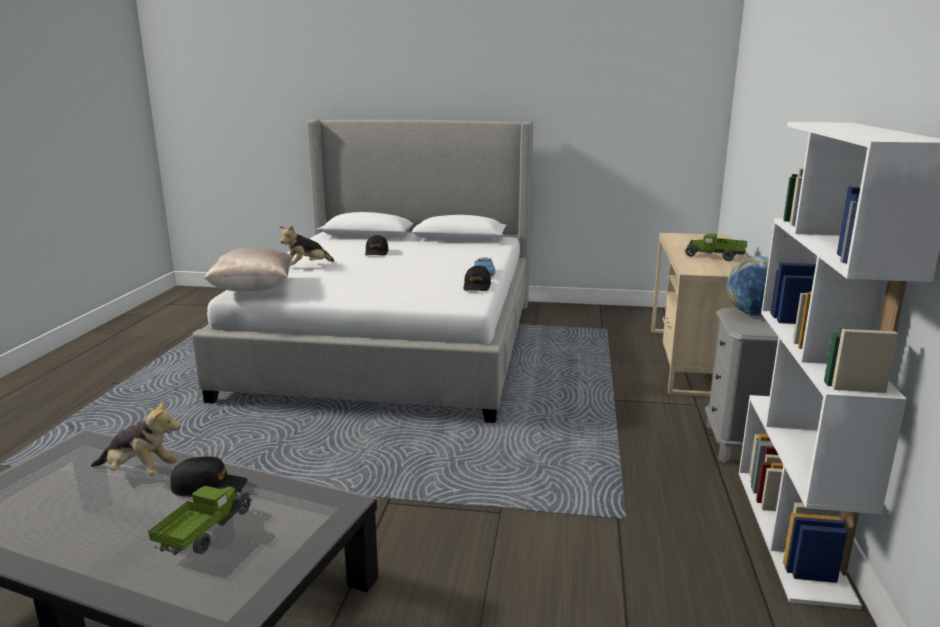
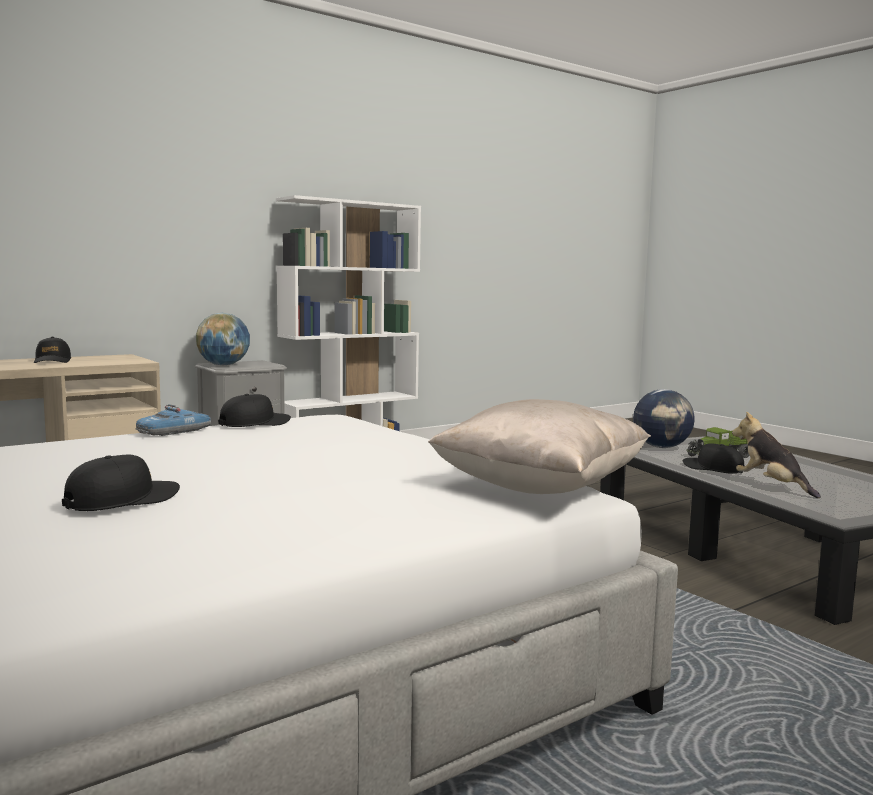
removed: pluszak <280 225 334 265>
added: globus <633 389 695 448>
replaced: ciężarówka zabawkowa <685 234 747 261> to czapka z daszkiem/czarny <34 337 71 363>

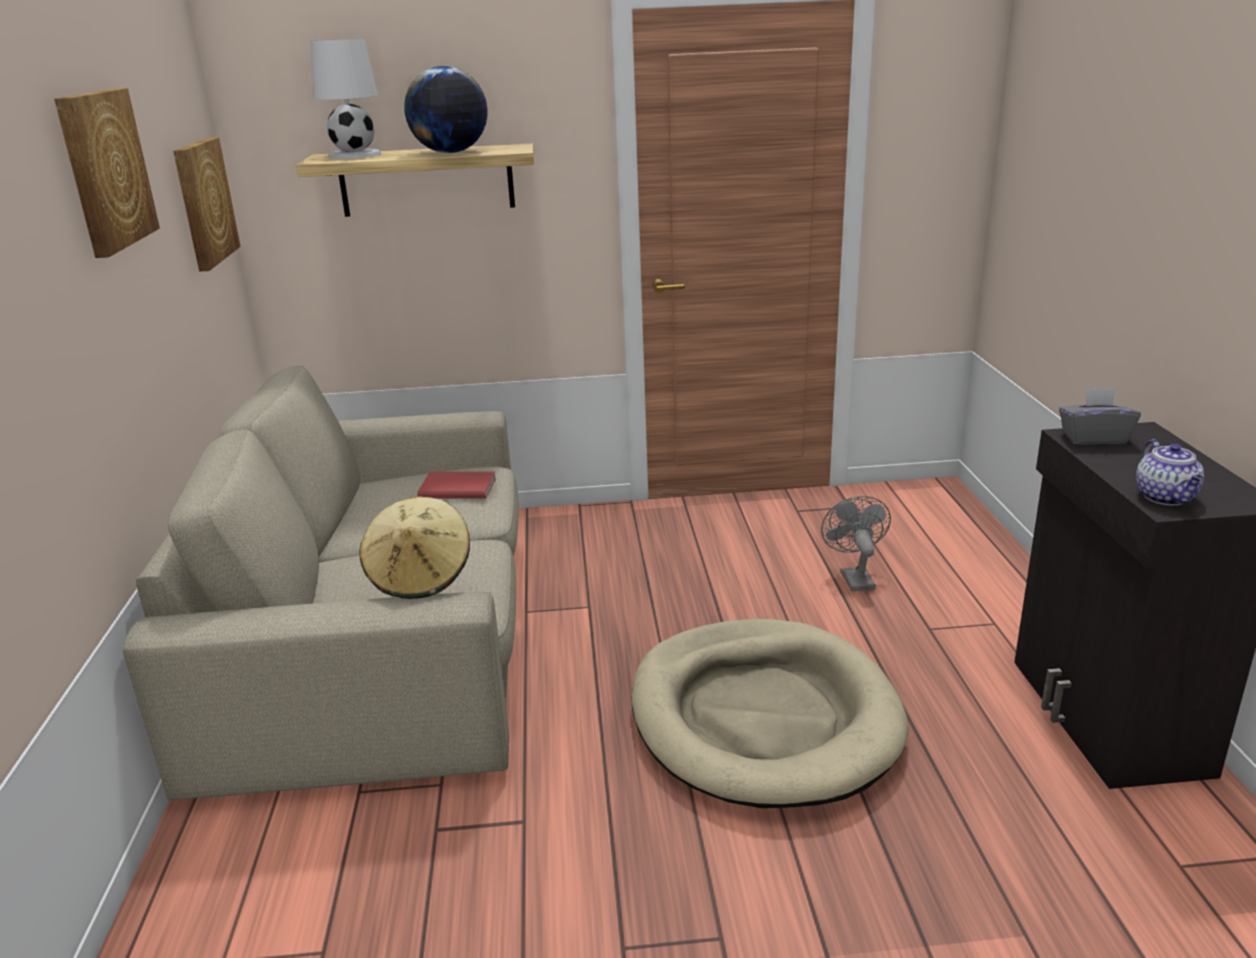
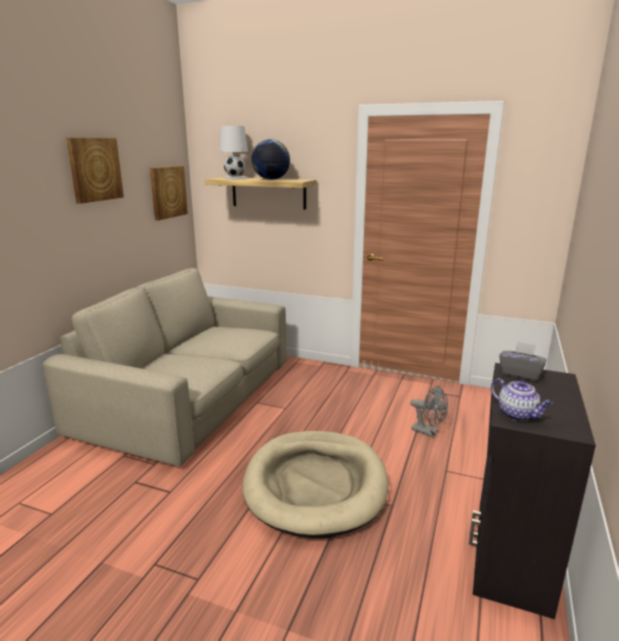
removed: książka/czerwony <417 472 496 499>; kapelusz/beżowy <359 496 470 599>
turned: imbryk <1136 439 1204 505> = <491 378 553 421> 60 degrees counterclockwise; wentylator/szary <821 496 891 591> = <411 386 448 437> 105 degrees clockwise

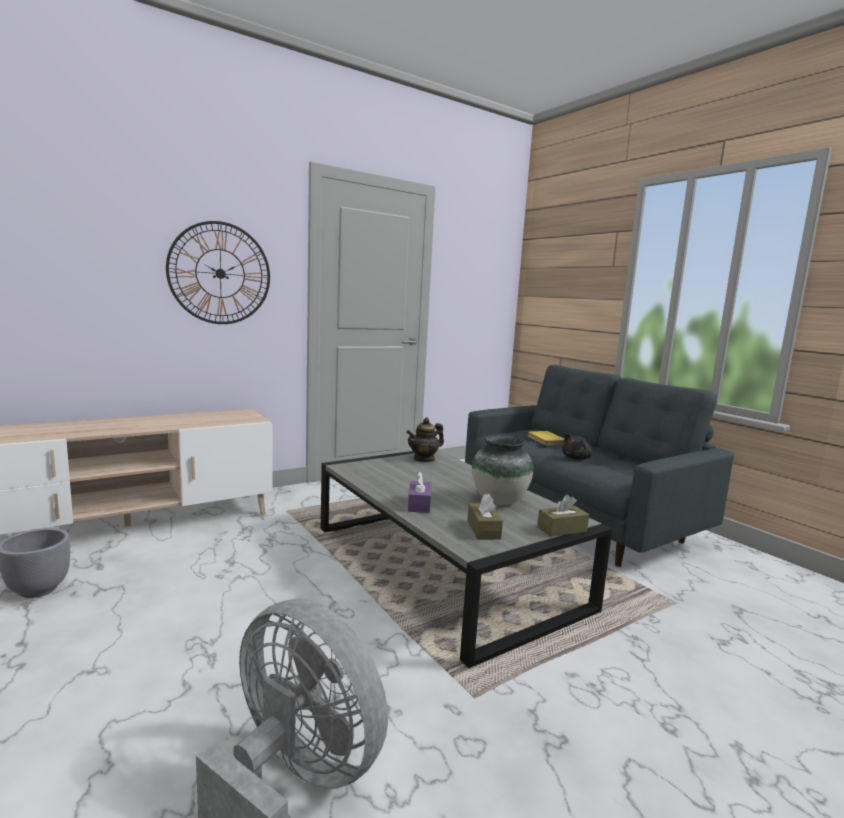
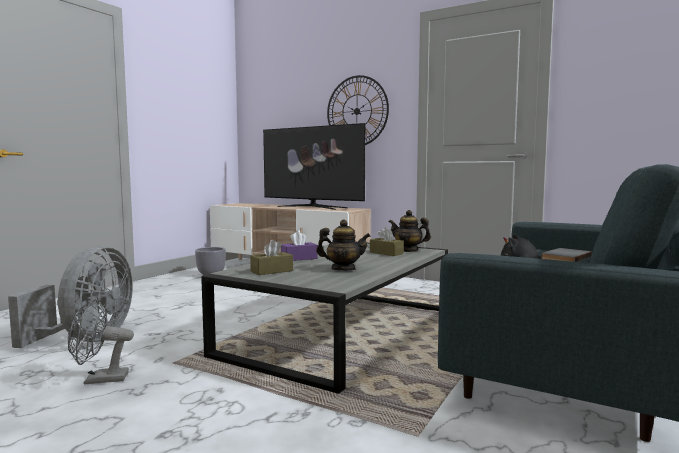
added: telewizor <263 123 365 210>; wentylator/szary <68 299 134 384>
moved: pudełko chusteczek/brązowy <537 495 589 537> to <370 227 404 256>
replaced: wazon <472 435 533 505> to imbryk <316 220 370 271>
recoloured: książka/żółty <528 431 564 445> to książka/szary <542 248 592 262>

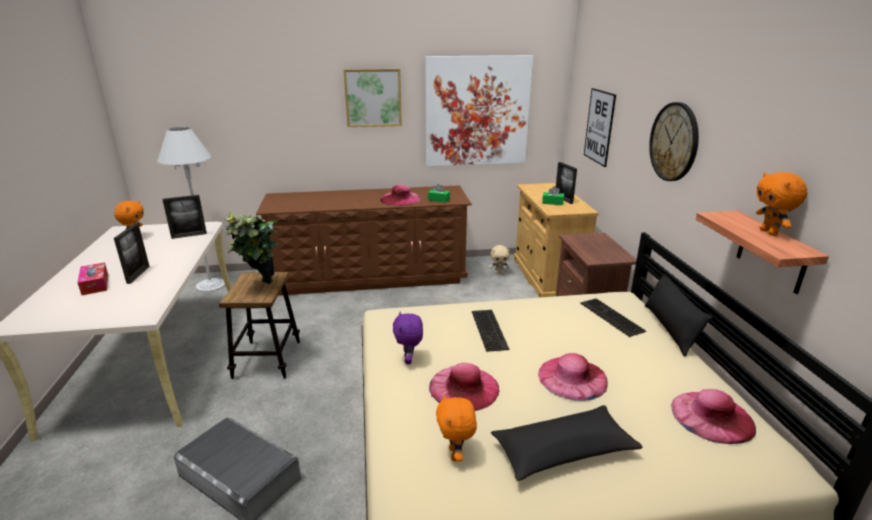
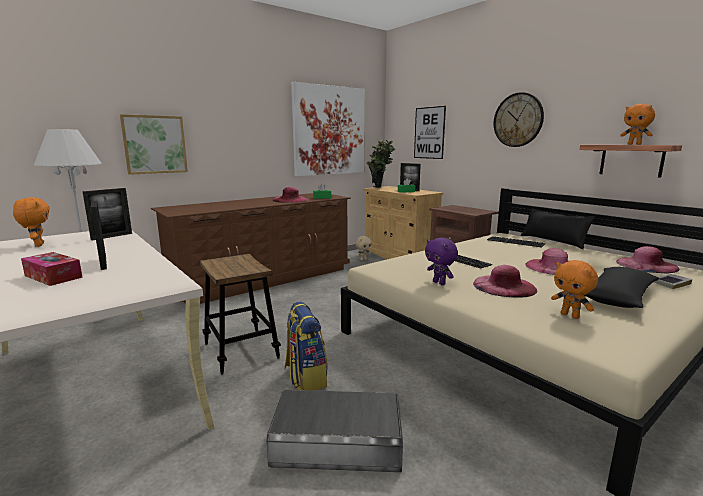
added: książka <654 274 693 289>; plecak <285 302 328 391>
moved: obraz <344 69 402 127> to <120 114 188 175>; roślina doniczkowa <222 211 278 284> to <366 139 395 188>

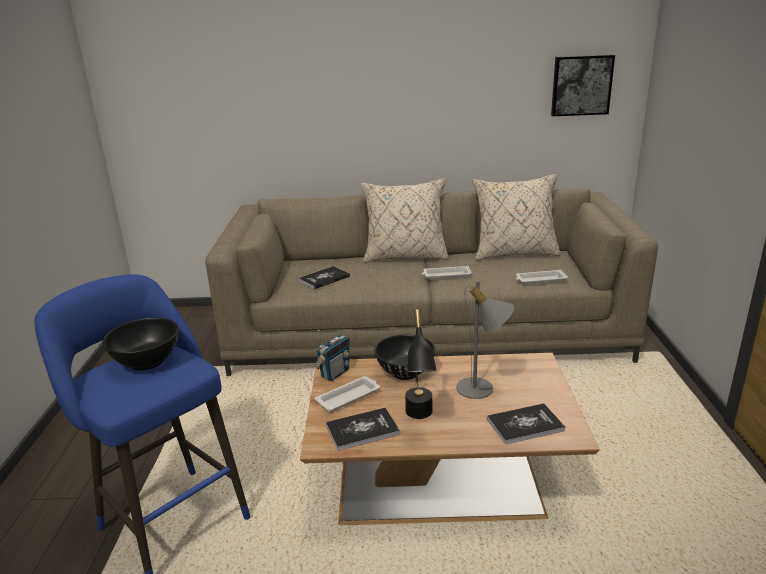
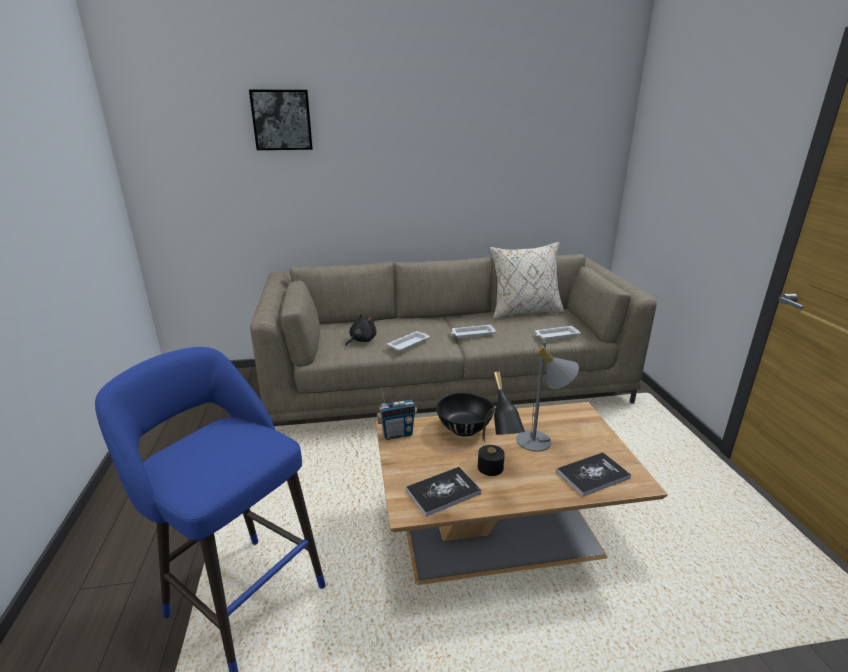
removed: poduszka/beżowy <361 178 449 263>; miska/czarny <102 318 179 371>
moved: obraz <551 55 615 116> to <249 90 313 150>; taca/biały <314 376 380 411> to <387 331 430 351>
replaced: książka <298 266 350 289> to pluszak/czarny <345 314 376 346>
turned: radio <315 330 350 381> = <377 388 417 440> 45 degrees clockwise

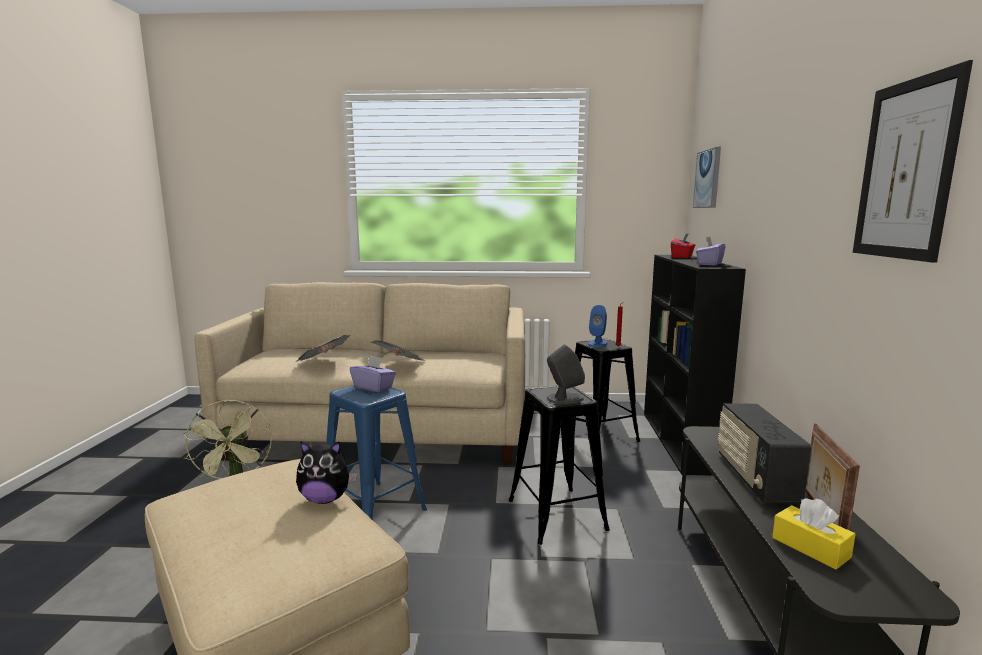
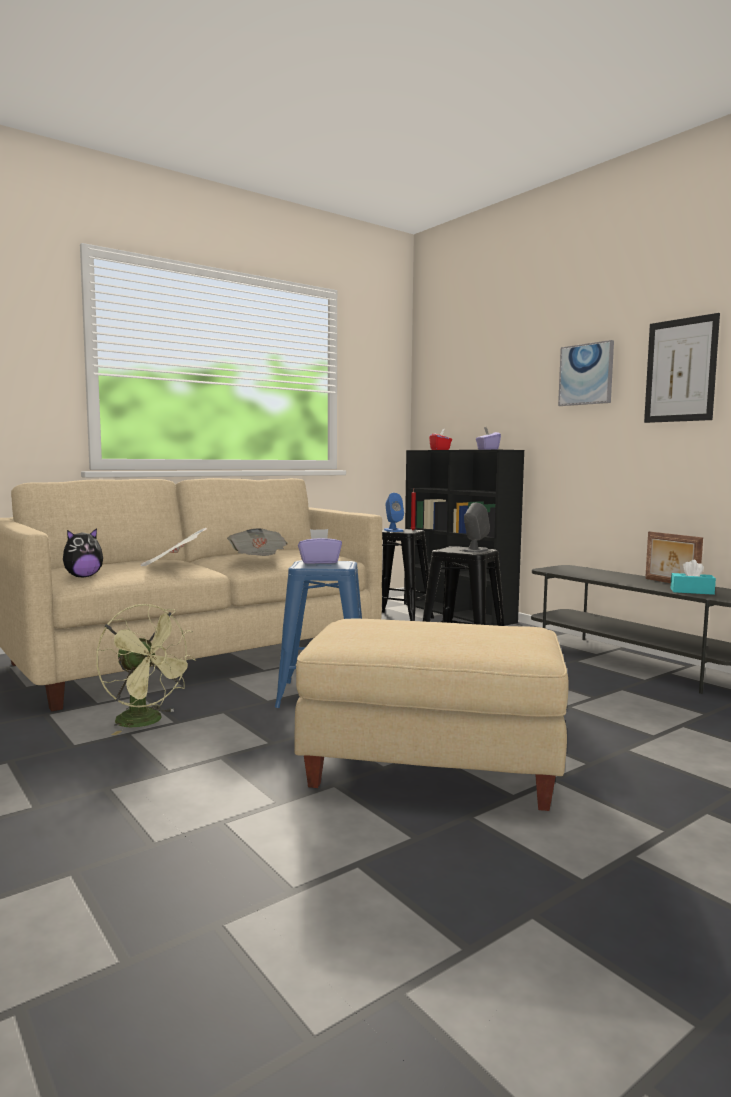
removed: radio <718 403 812 503>
moved: obraz <693 147 721 208> to <558 340 614 406>; pluszak <296 441 357 504> to <63 528 103 577>
recoloured: pudełko chusteczek/żółty <772 498 856 570> to pudełko chusteczek/turkusowy <671 560 716 595>

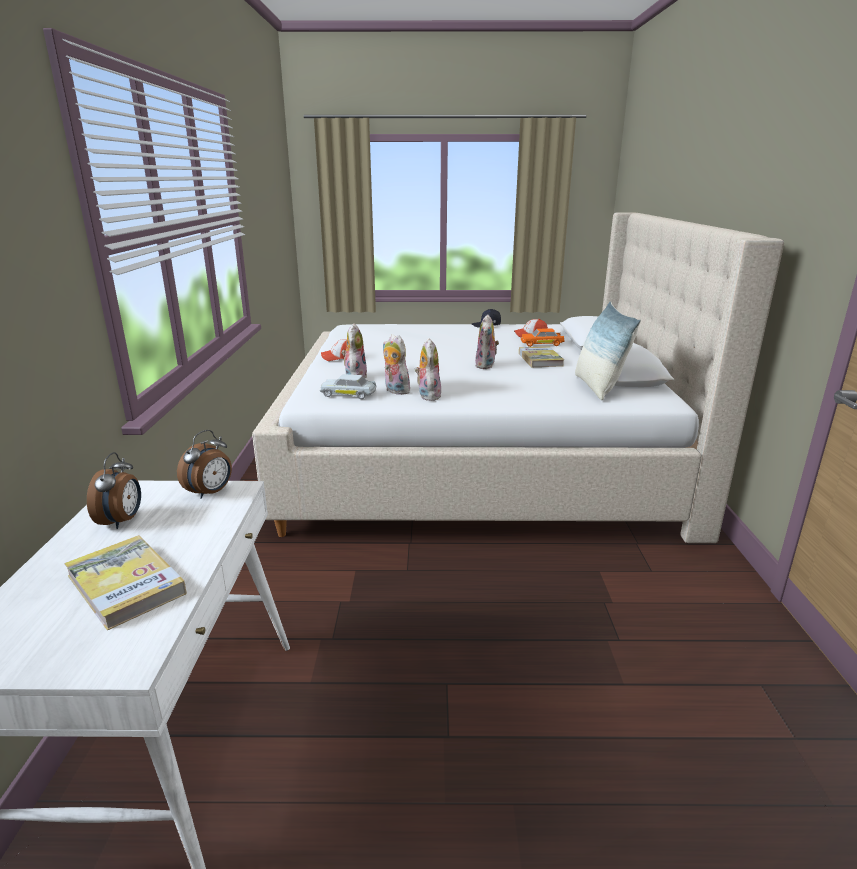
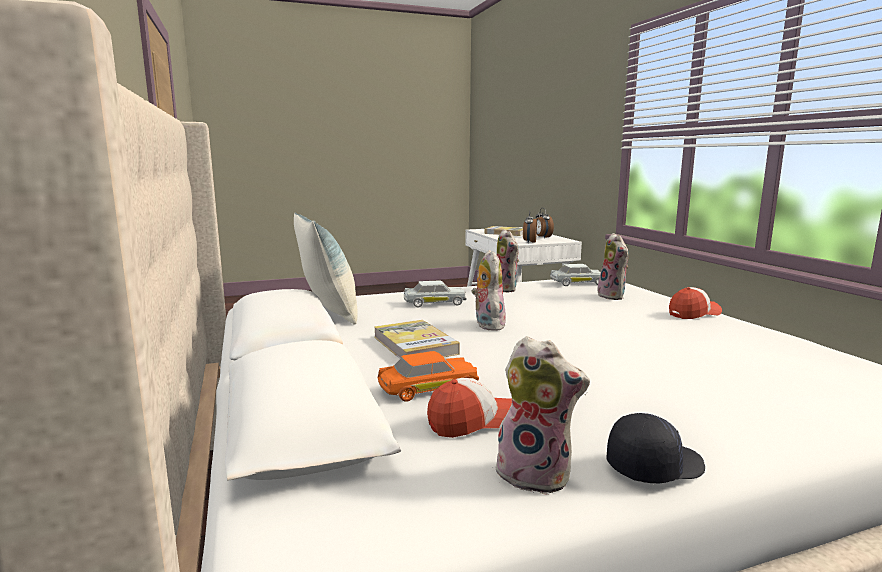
added: samochodzik/biały <404 280 467 307>
moved: pluszak <383 334 412 395> to <496 336 590 495>

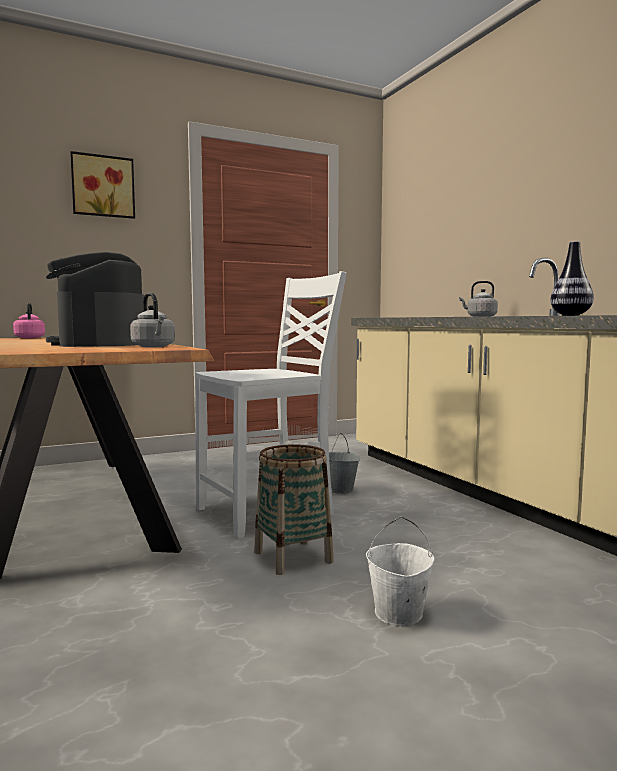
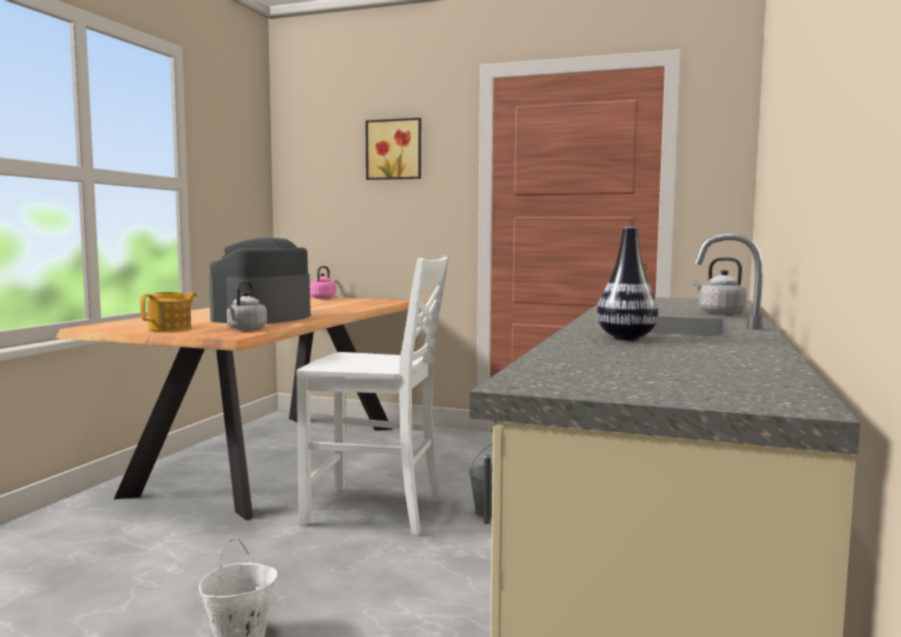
removed: koszyk <254 444 334 575>
added: imbryk <140 292 197 332>

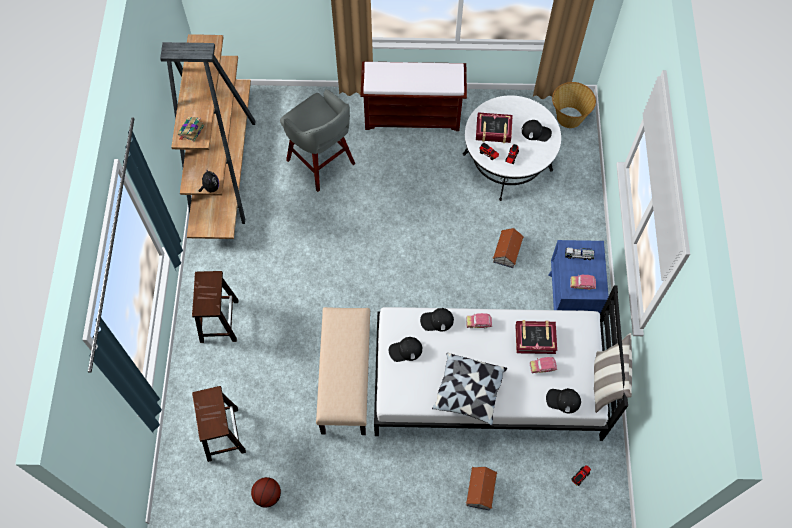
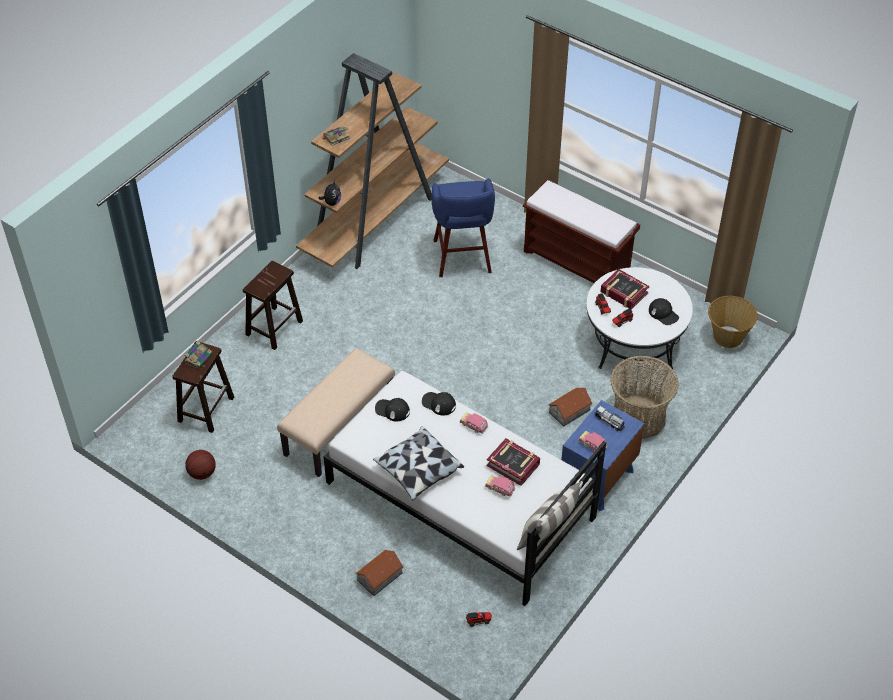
removed: czapka z daszkiem/czarny <546 388 581 413>
added: książka <185 341 213 369>; koszyk <611 356 679 439>
recoloured: stołek/szary <280 89 355 192> to stołek/niebieski <431 178 495 277>

